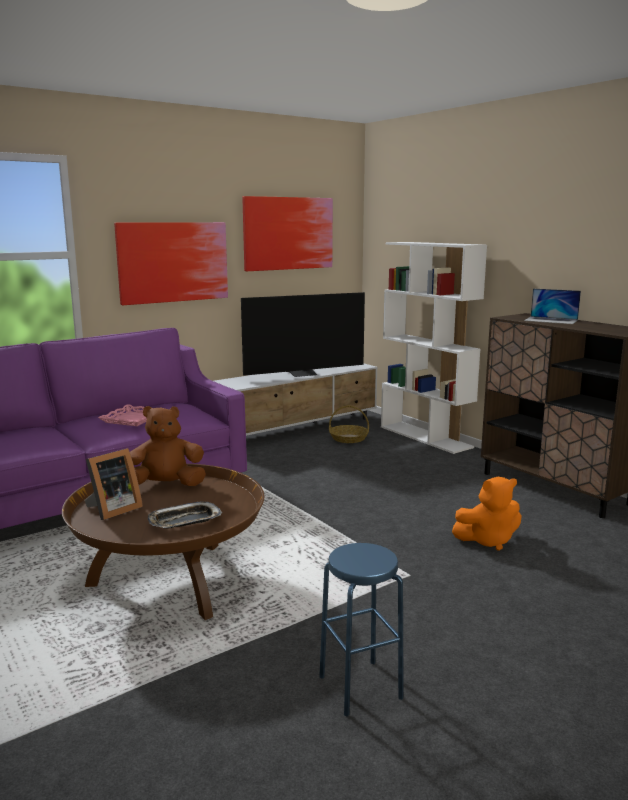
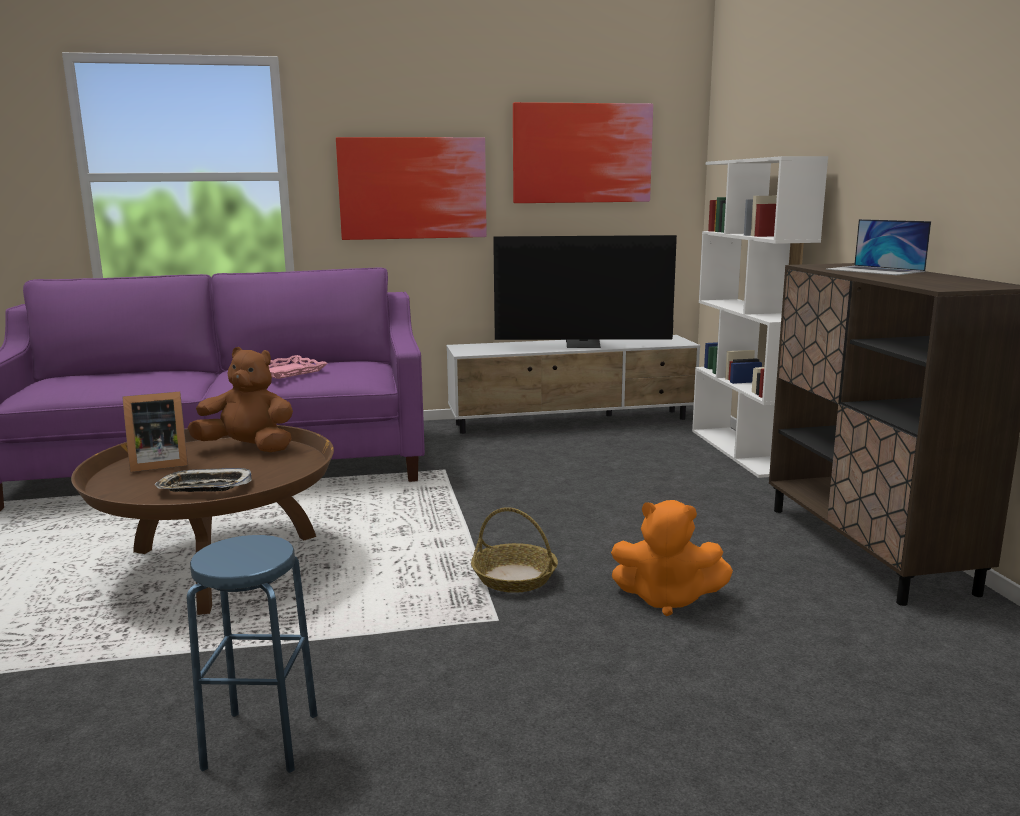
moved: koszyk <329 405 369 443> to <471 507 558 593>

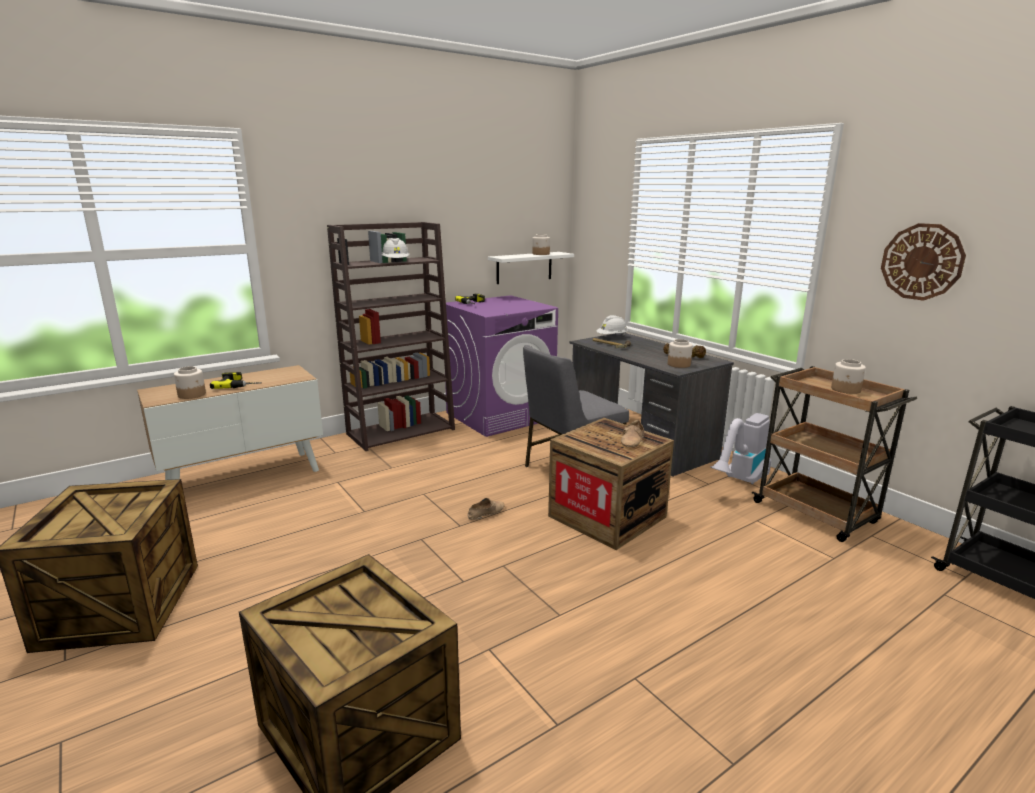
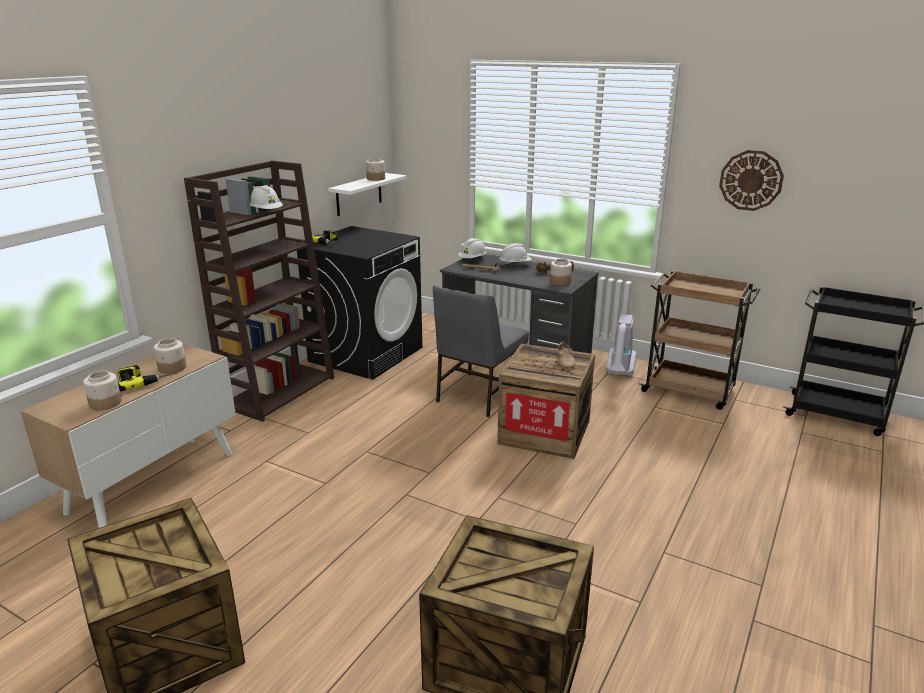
removed: but/beżowy <467 498 505 520>
added: kask/biały <499 243 532 266>
moved: słoik <831 359 866 394> to <154 338 186 374>
recoloured: pralka/fioletowy <445 295 558 437> to pralka/czarny <297 226 422 380>

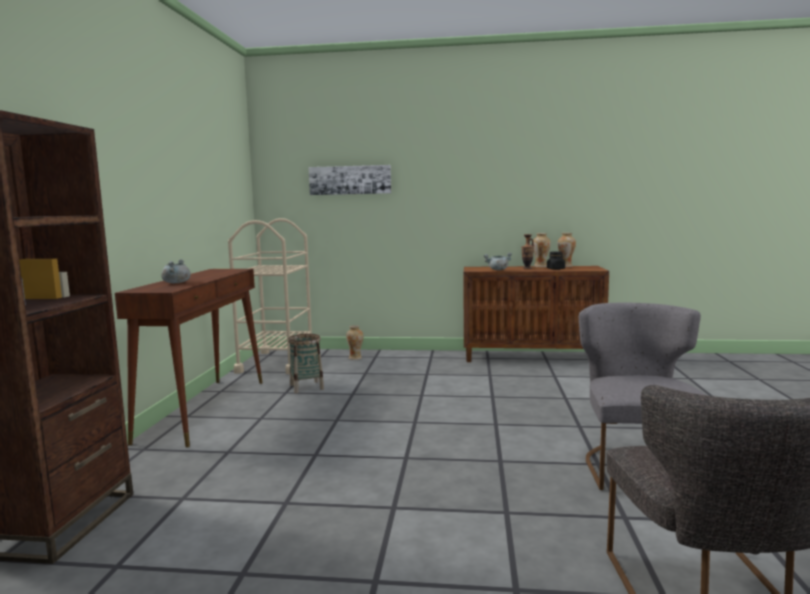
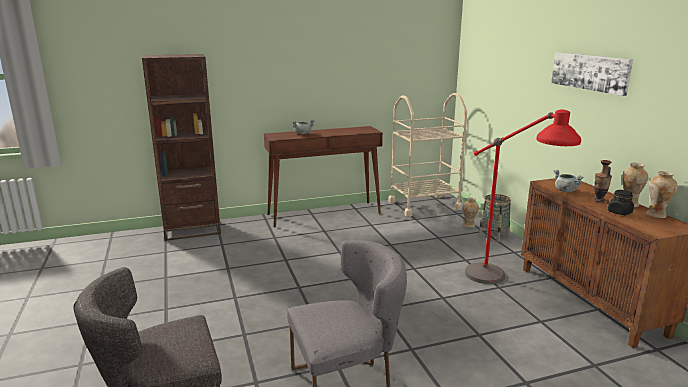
added: lampa stojąca/czerwony <465 110 581 284>
moved: obraz <308 165 391 195> to <551 52 633 96>; koszyk <288 334 324 393> to <479 194 511 242>

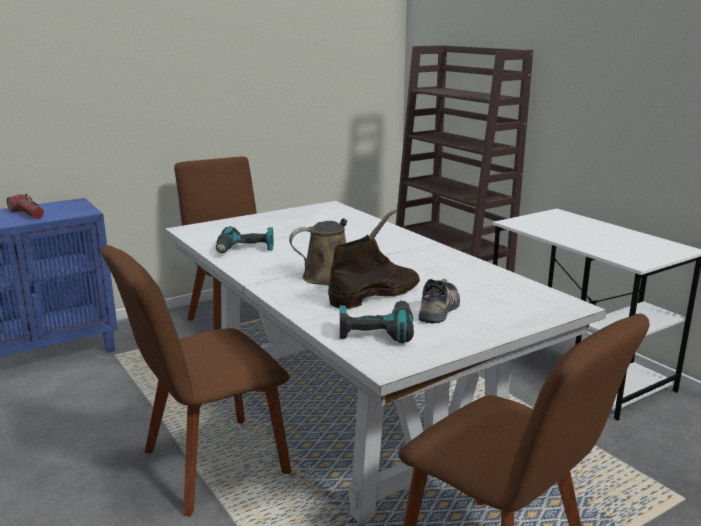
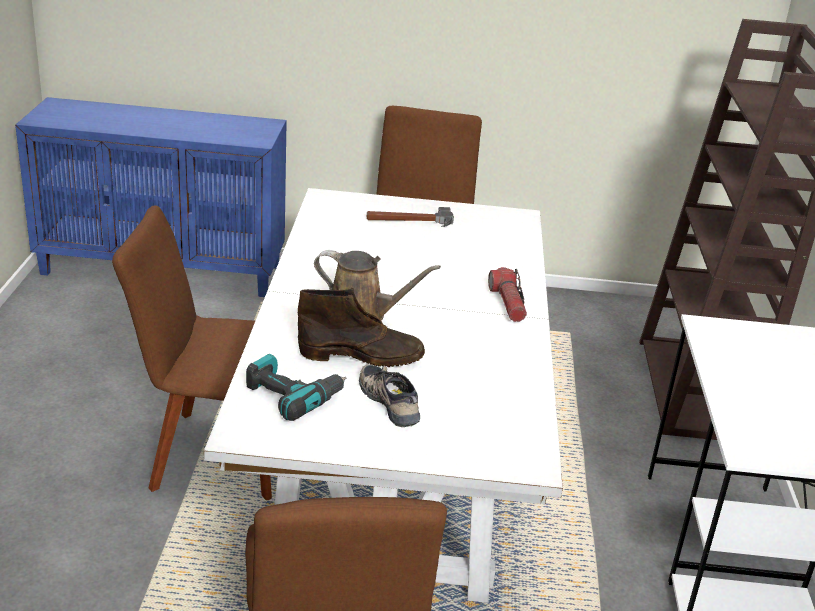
removed: wiertarka <216 226 274 253>
added: młotek <367 207 454 227>
moved: latarka <7 194 44 219> to <488 267 527 322>
turned: but <418 279 460 324> = <359 364 420 427> 90 degrees counterclockwise

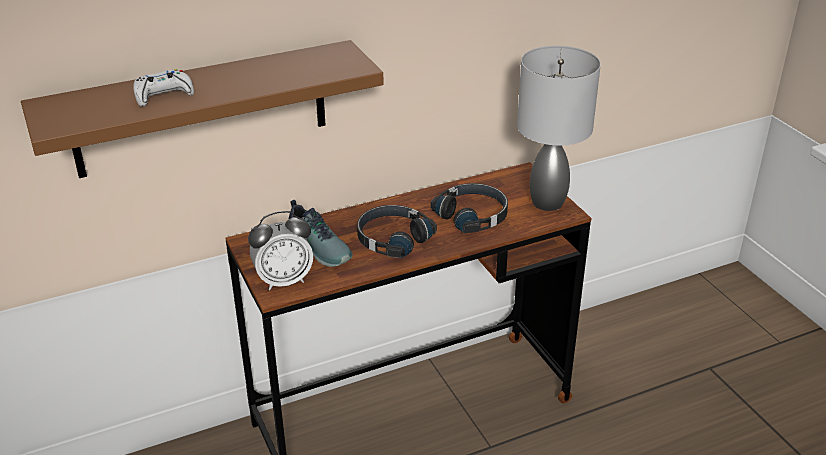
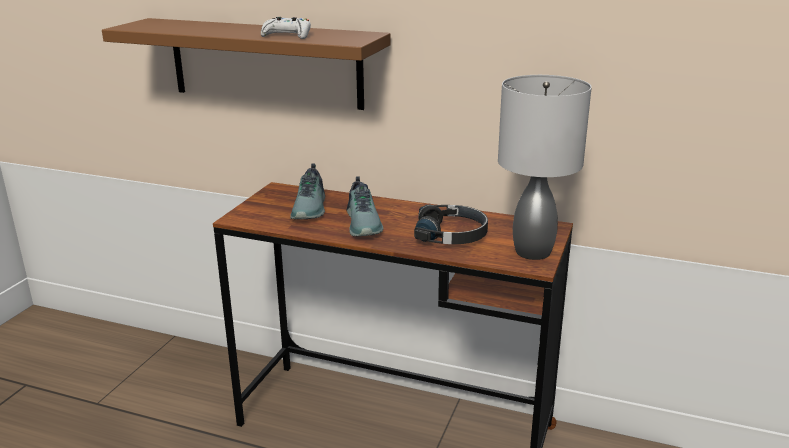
removed: budzik <248 211 313 290>
moved: pad do gier/biały <133 69 194 107> to <261 17 311 39>
replaced: słuchawki/czarny <357 205 437 258> to but <347 176 384 237>

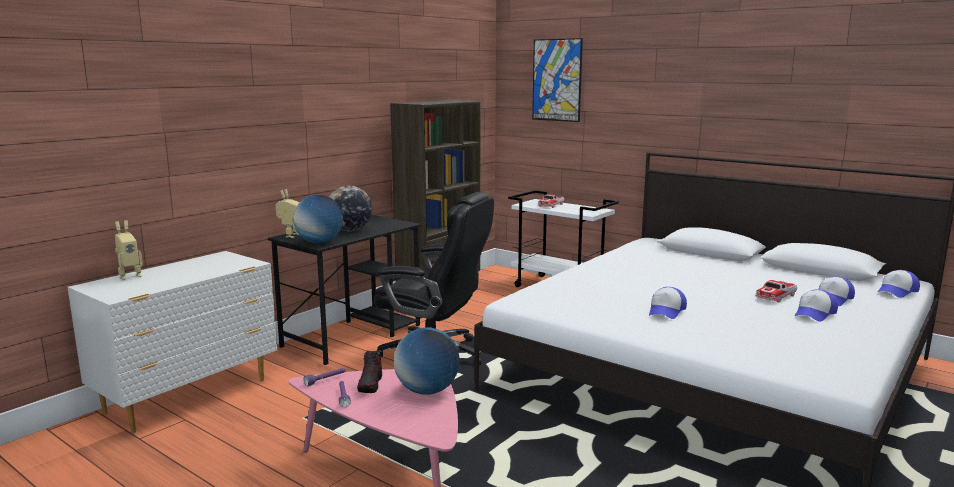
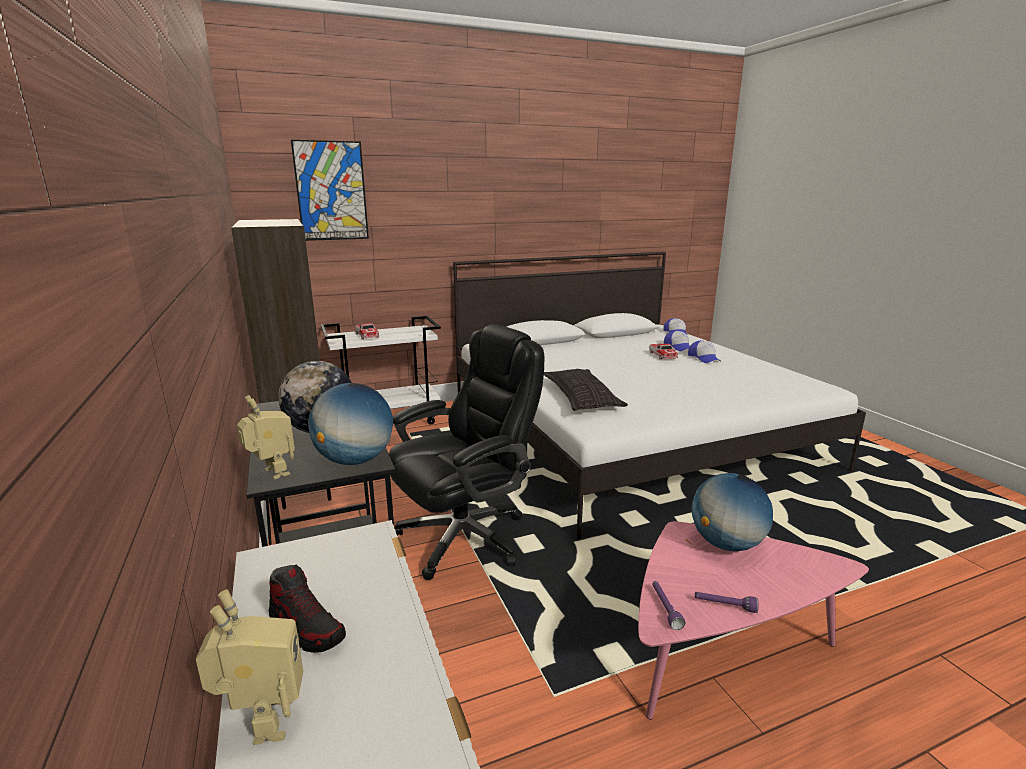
removed: czapka z daszkiem <649 287 687 319>
added: poduszka <544 369 628 411>
moved: but <357 351 382 393> to <269 564 346 653>

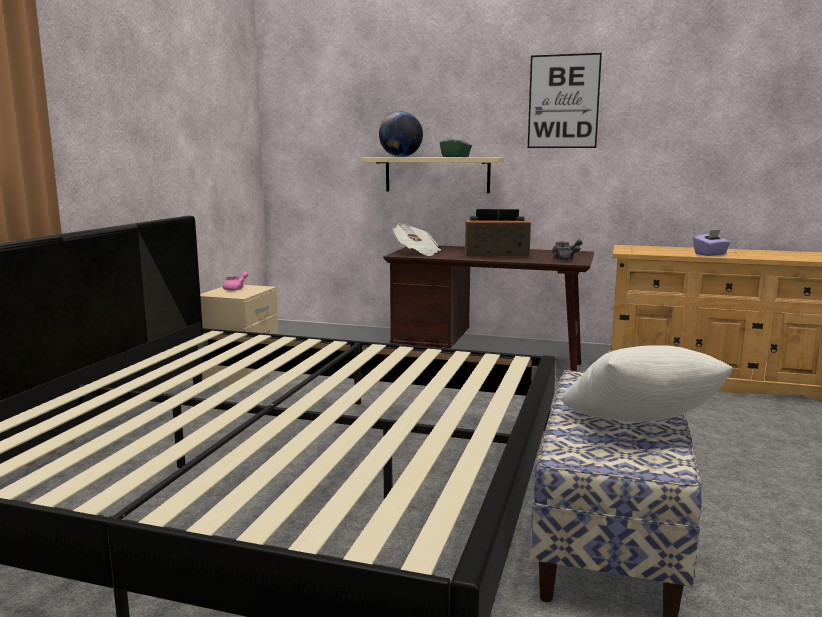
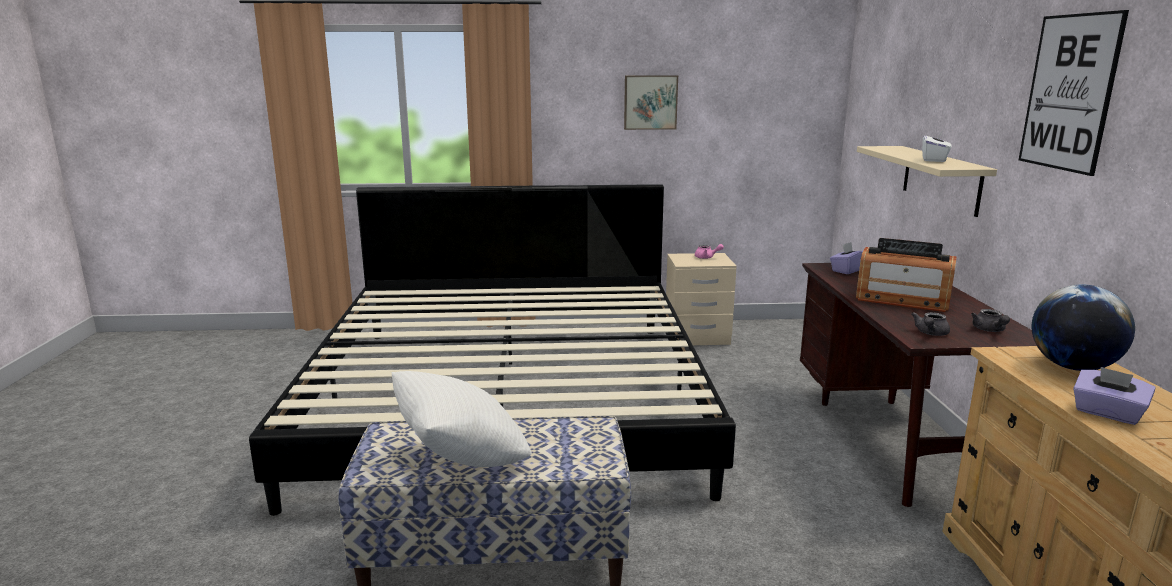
added: obraz <624 75 678 130>
moved: globus <379 111 423 157> to <1032 285 1135 371>
replaced: gazeta <393 224 441 256> to pudełko chusteczek/fioletowy <830 242 863 274>
recoloured: pudełko chusteczek/zielony <440 134 472 157> to pudełko chusteczek/biały <922 130 952 162>
turned: radio <465 209 531 257> = <856 238 957 312> 135 degrees clockwise

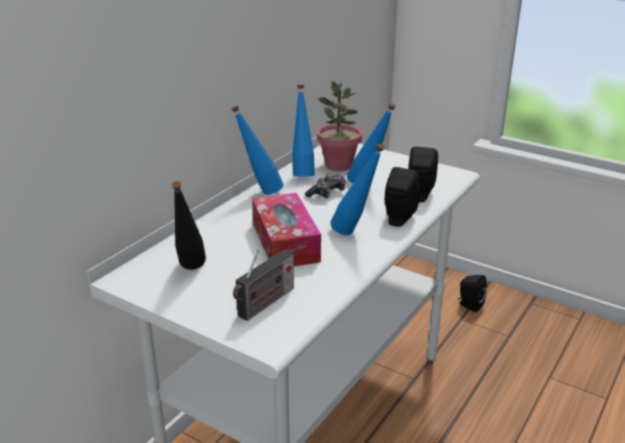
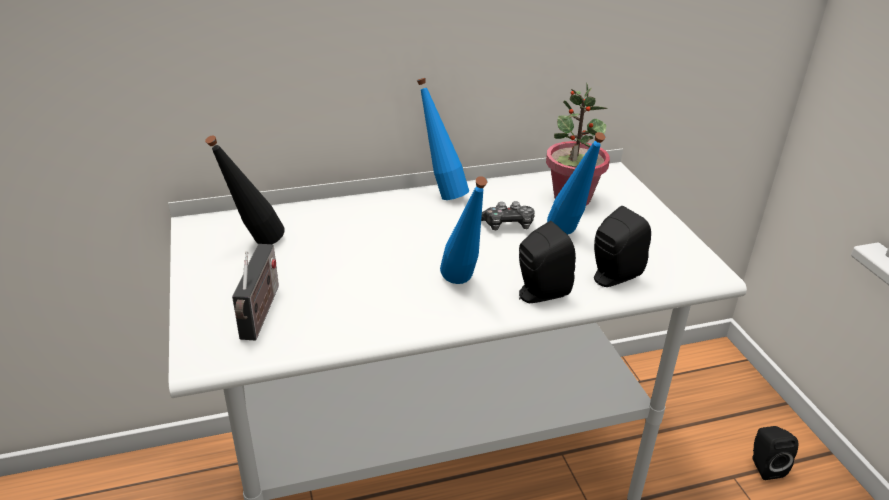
removed: butelka/niebieski <292 85 315 177>; pudełko chusteczek <252 193 321 266>
turned: radio <233 250 294 321> = <232 244 279 341> 75 degrees counterclockwise

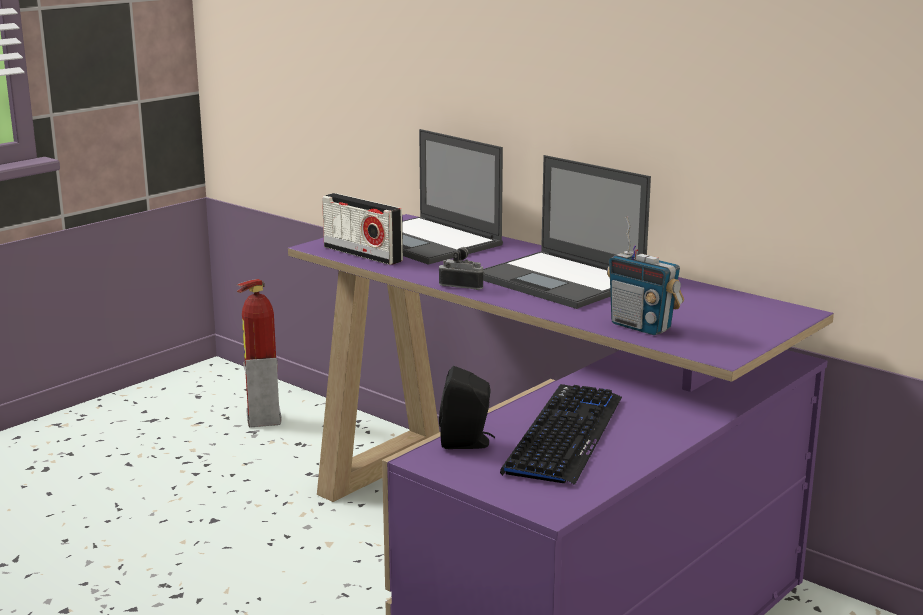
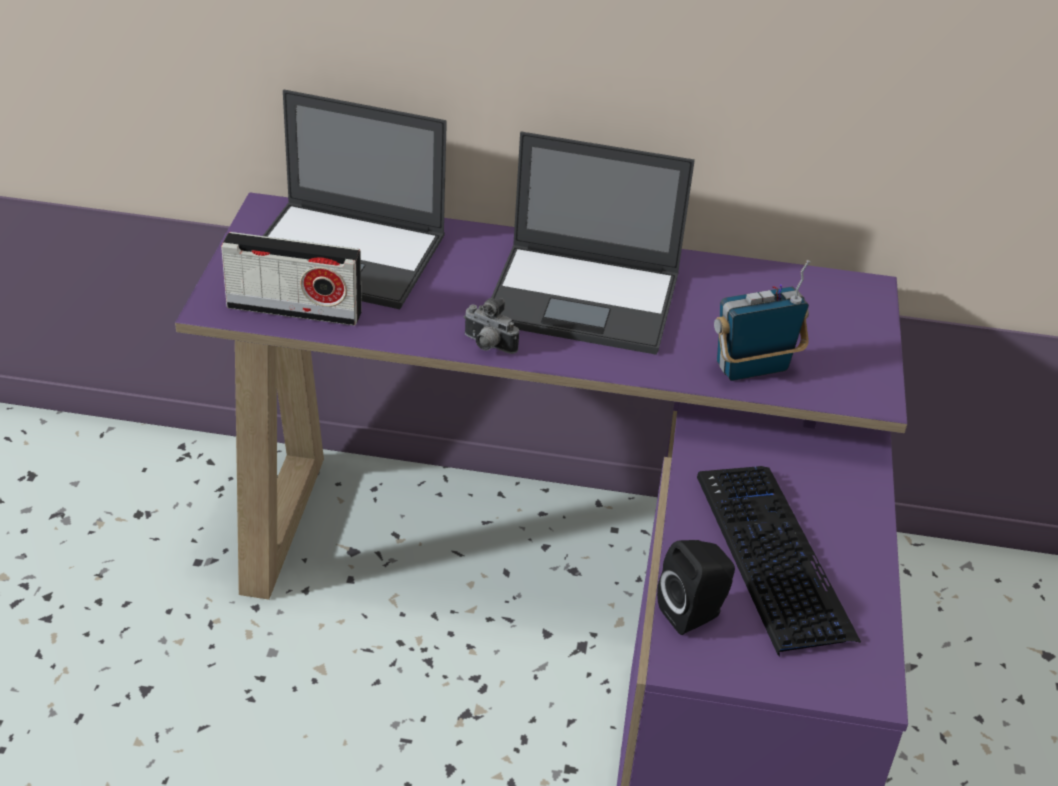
removed: gaśnica <237 279 282 428>
turned: radio <607 216 684 335> = <714 260 810 381> 150 degrees clockwise; aparat fotograficzny <439 247 485 290> = <464 298 519 354> 135 degrees counterclockwise

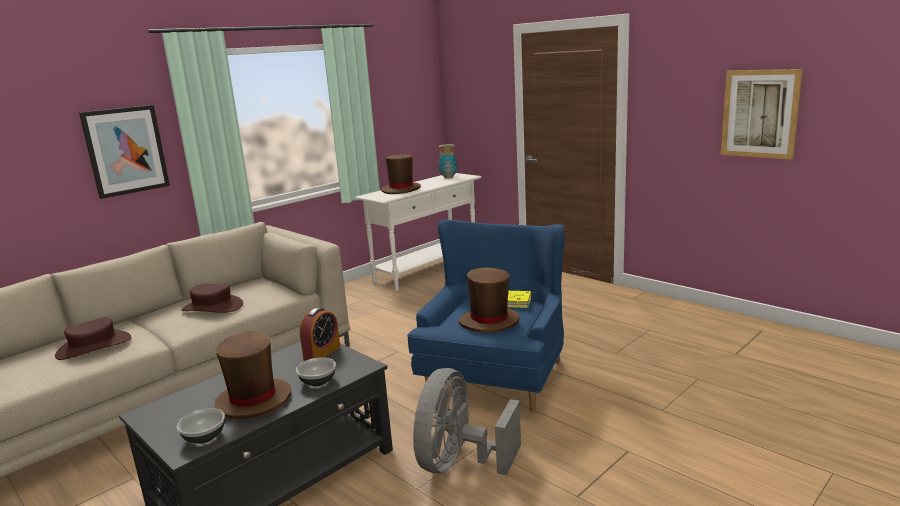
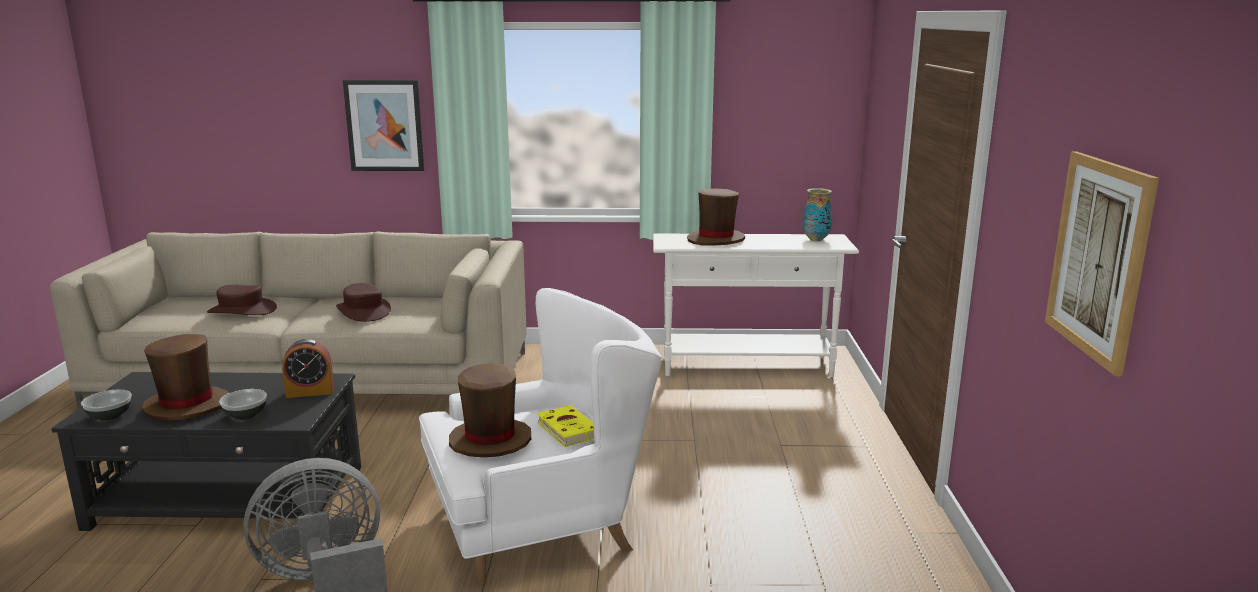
recoloured: fotel/niebieski <407 219 564 412> to fotel/biały <419 288 662 585>

